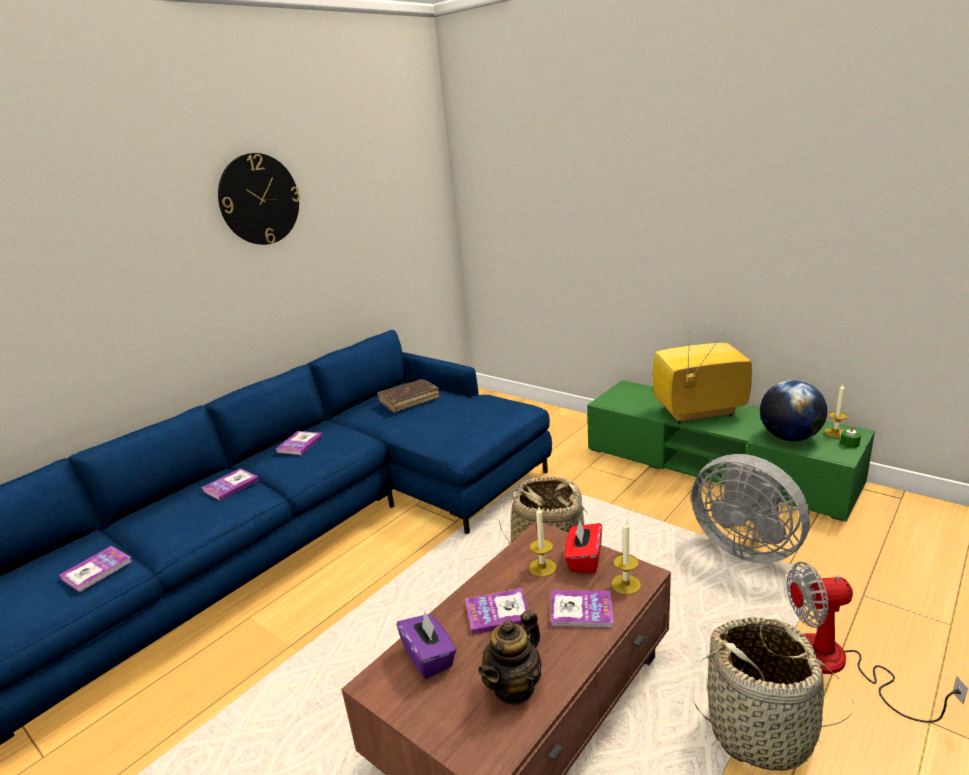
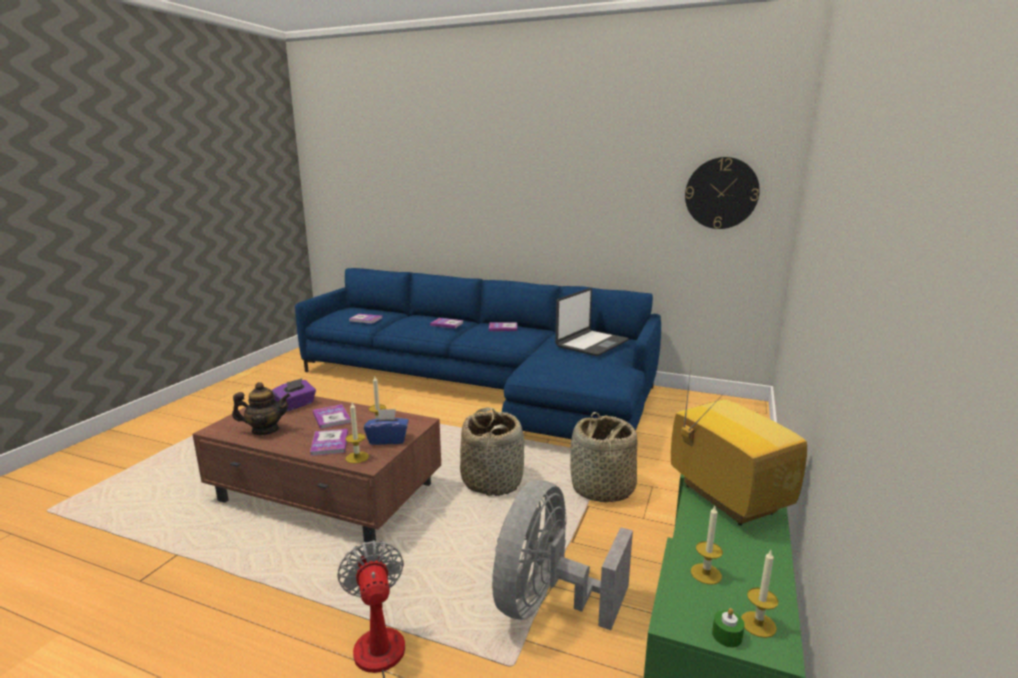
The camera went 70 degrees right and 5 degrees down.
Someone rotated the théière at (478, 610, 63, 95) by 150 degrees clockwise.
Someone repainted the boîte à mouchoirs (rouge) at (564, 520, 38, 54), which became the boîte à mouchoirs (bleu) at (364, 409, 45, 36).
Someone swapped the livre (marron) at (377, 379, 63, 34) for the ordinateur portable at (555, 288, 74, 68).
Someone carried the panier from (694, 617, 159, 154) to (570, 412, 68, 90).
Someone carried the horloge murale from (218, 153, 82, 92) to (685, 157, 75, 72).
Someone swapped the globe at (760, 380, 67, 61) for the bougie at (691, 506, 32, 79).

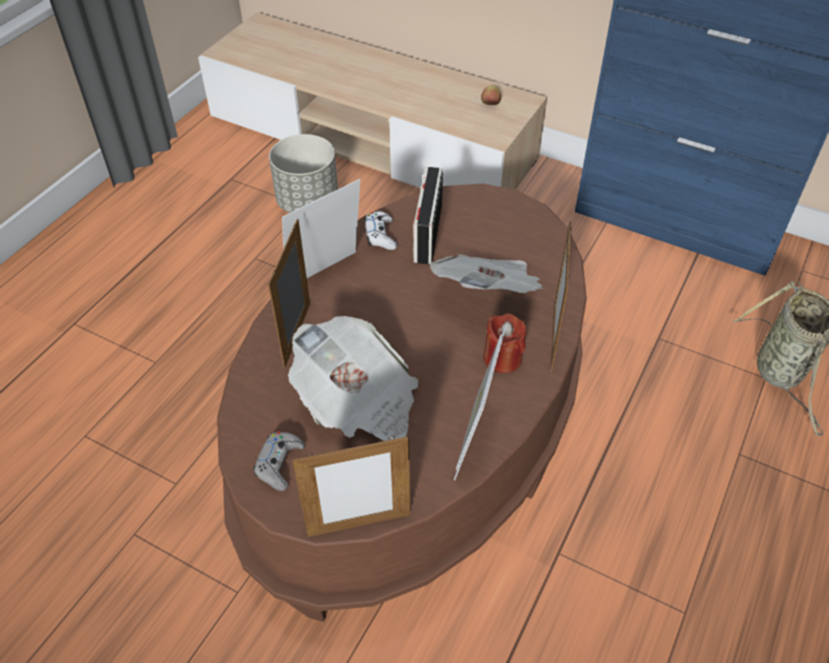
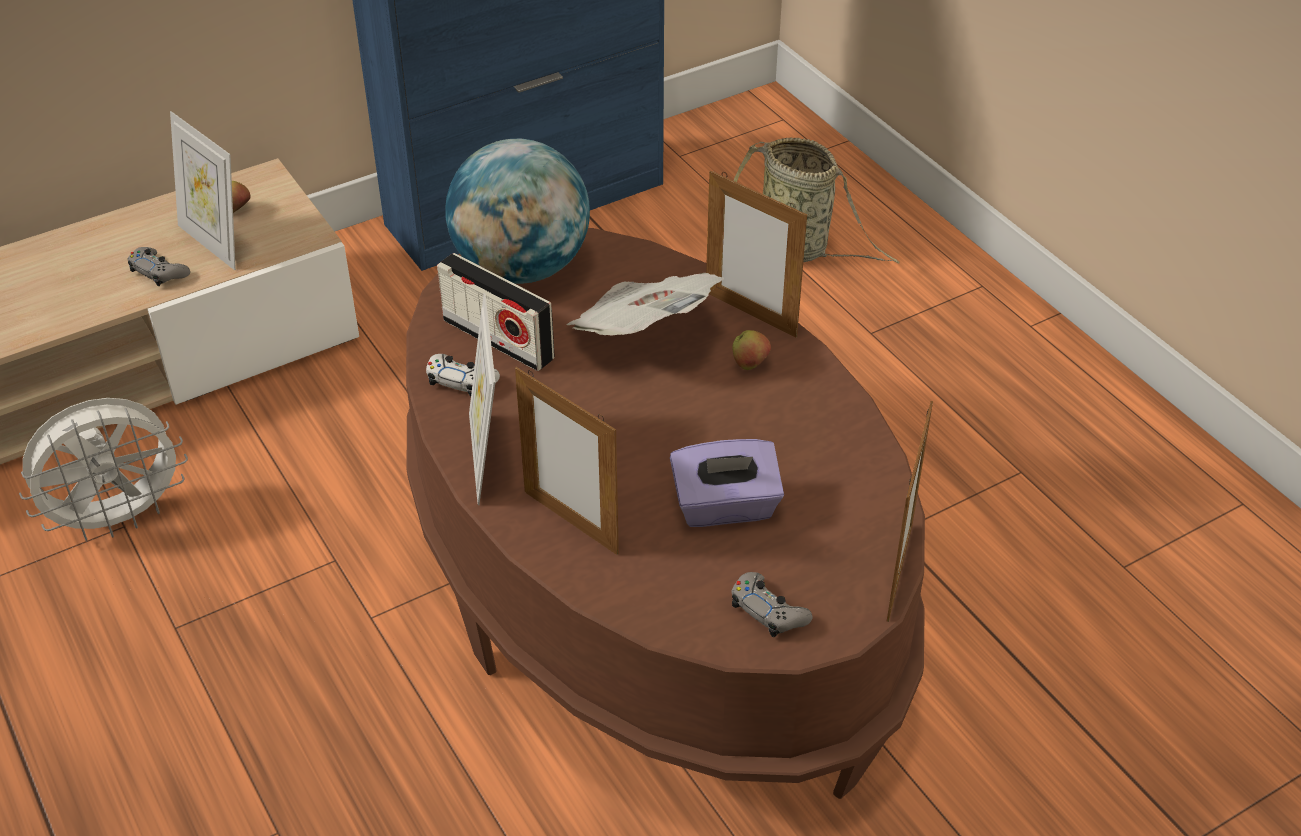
The camera went 60 degrees left and 5 degrees down.
Someone swapped the cache-pot (gris) at (269, 134, 69, 79) for the ventilateur (blanc) at (19, 398, 169, 143).
Someone put down the manette (gris) at (127, 247, 63, 39).
Someone carried the cadre photo from (454, 324, 53, 156) to (170, 111, 66, 159).
Someone put down the globe at (445, 139, 145, 145).
Someone swapped the journal at (288, 316, 131, 125) for the boîte à mouchoirs (violet) at (670, 439, 114, 88).
Someone swapped the bougie (rouge) at (483, 313, 43, 60) for the pomme at (733, 330, 38, 40).

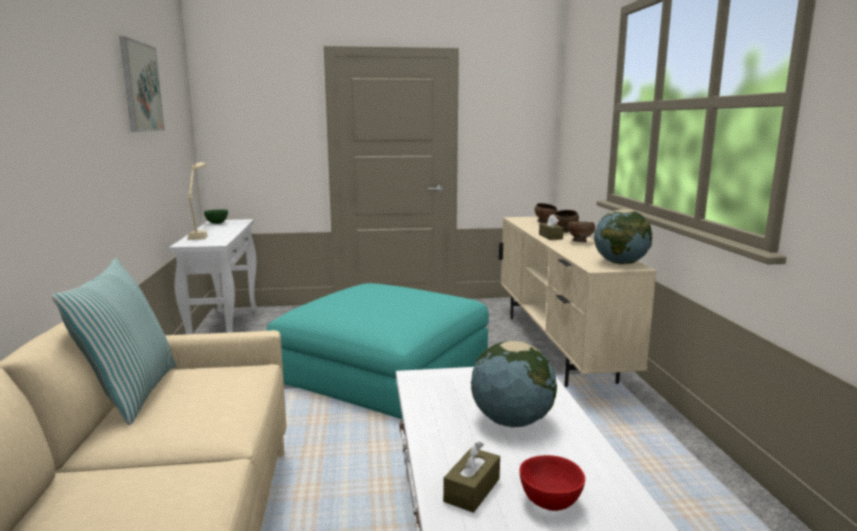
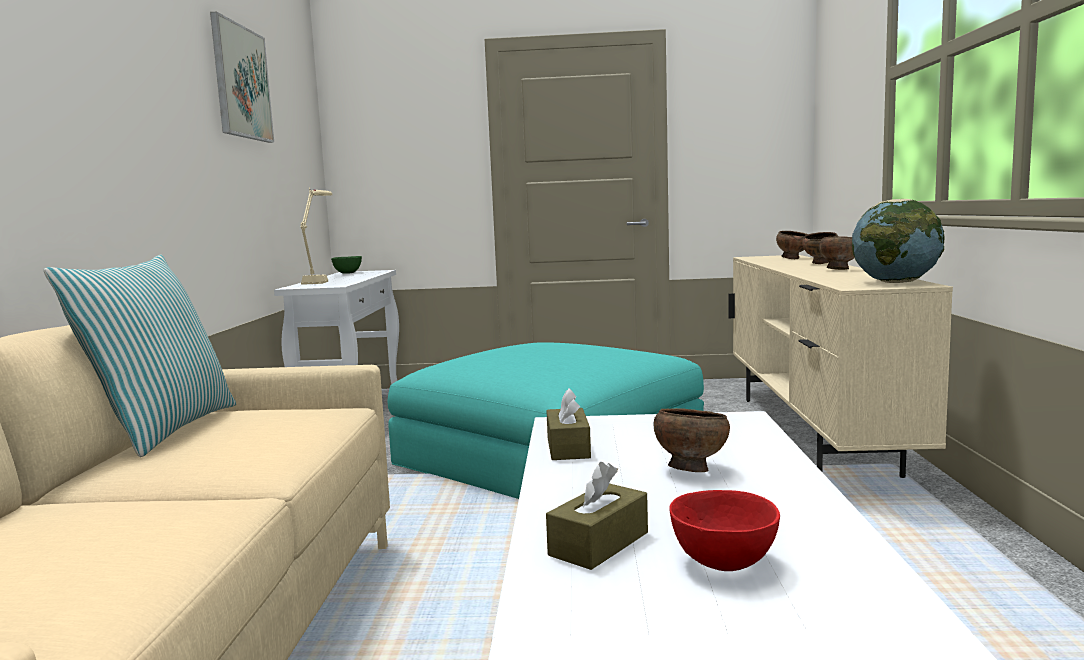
The camera went 10 degrees right and 5 degrees down.
Someone carried the boîte à mouchoirs (marron) from (539, 214, 25, 26) to (546, 388, 45, 72).
Someone swapped the globe at (471, 341, 86, 86) for the bol (marron) at (654, 408, 76, 64).

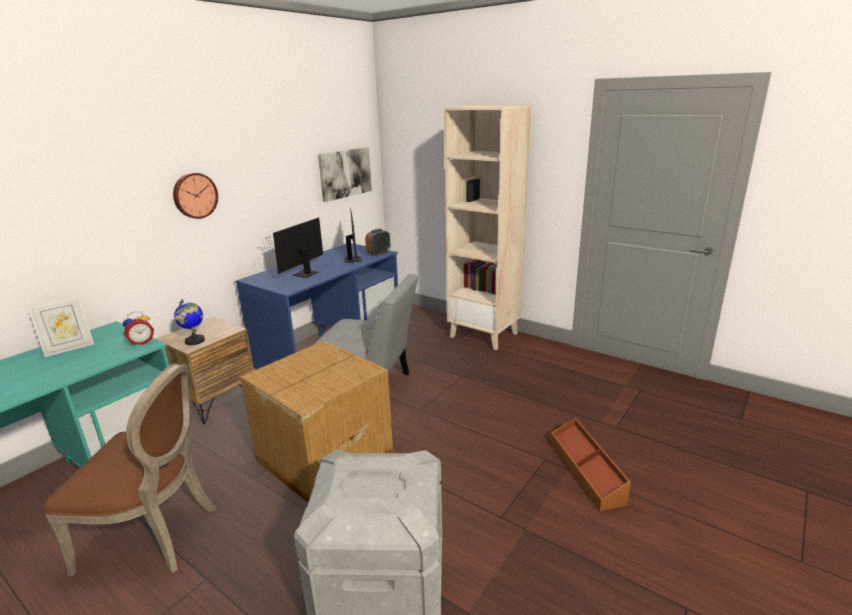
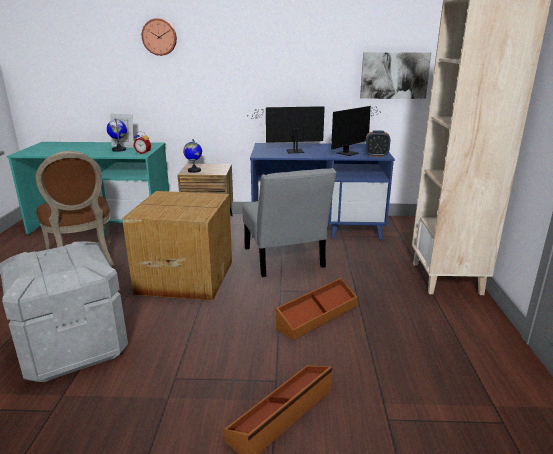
The camera went 55 degrees right and 0 degrees up.
Someone put down the globe at (107, 118, 20, 34).
Someone carried the horloge murale from (173, 173, 45, 46) to (142, 18, 35, 38).
Someone put down the boîte de rangement (marron) at (276, 278, 81, 63).

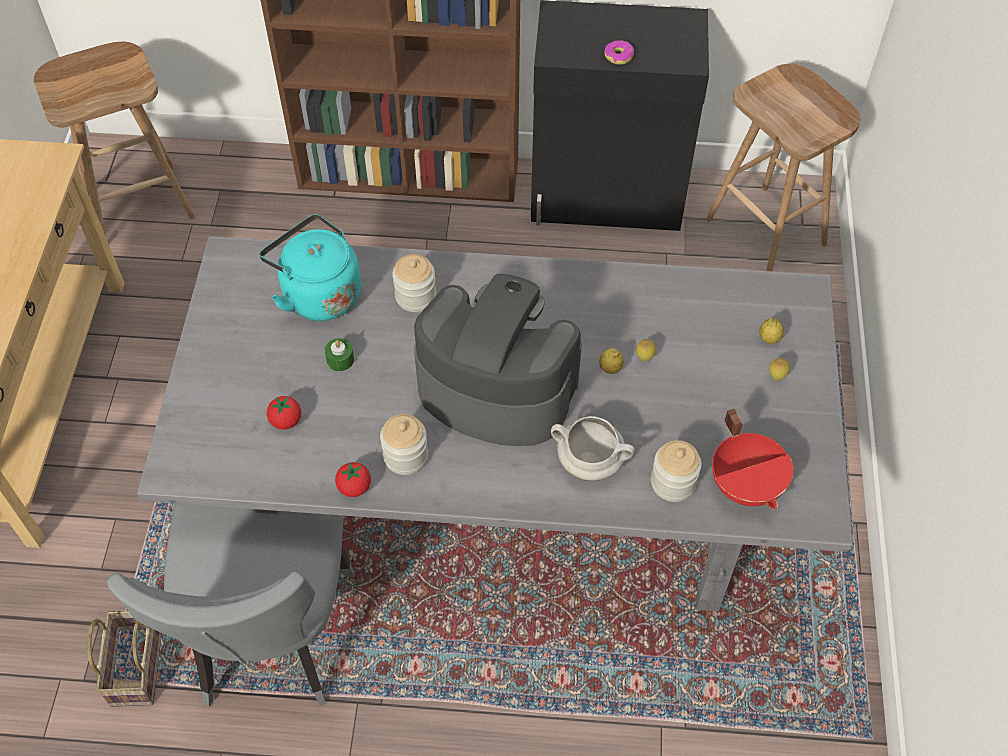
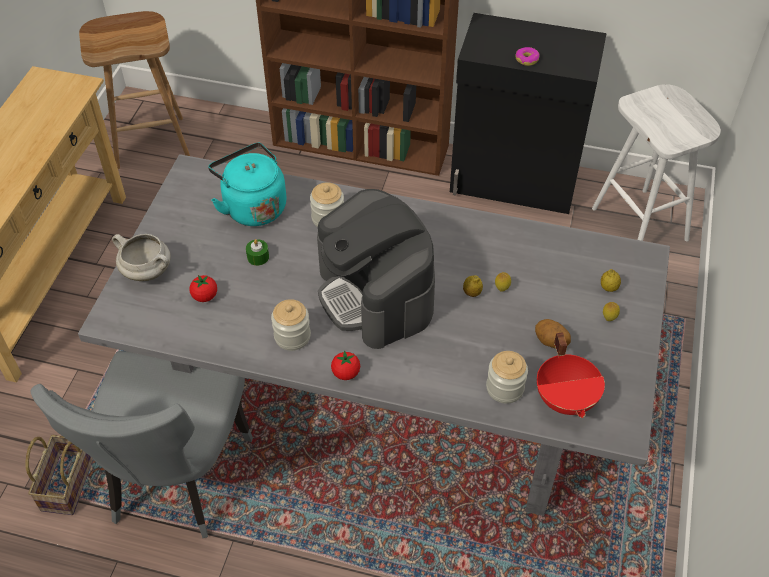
The camera went 10 degrees right and 5 degrees down.
Someone carried the marmite (blanc) from (551, 416, 84, 65) to (112, 234, 59, 47).
Someone rotated the machine à café at (414, 274, 168, 172) by 150 degrees counterclockwise.
Someone carried the tomate from (335, 462, 36, 35) to (331, 351, 29, 29).
Someone put down the pomme de terre at (535, 319, 36, 29).
Someone repainted the tabouret (marron) at (706, 64, 154, 207), which became the tabouret (blanc) at (592, 84, 129, 157).

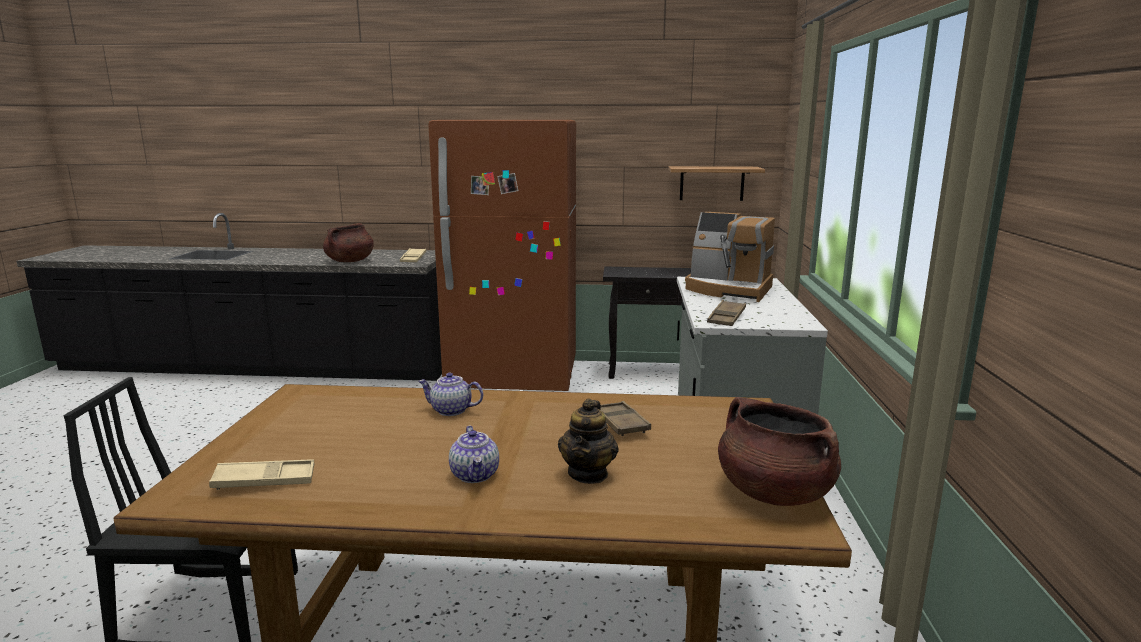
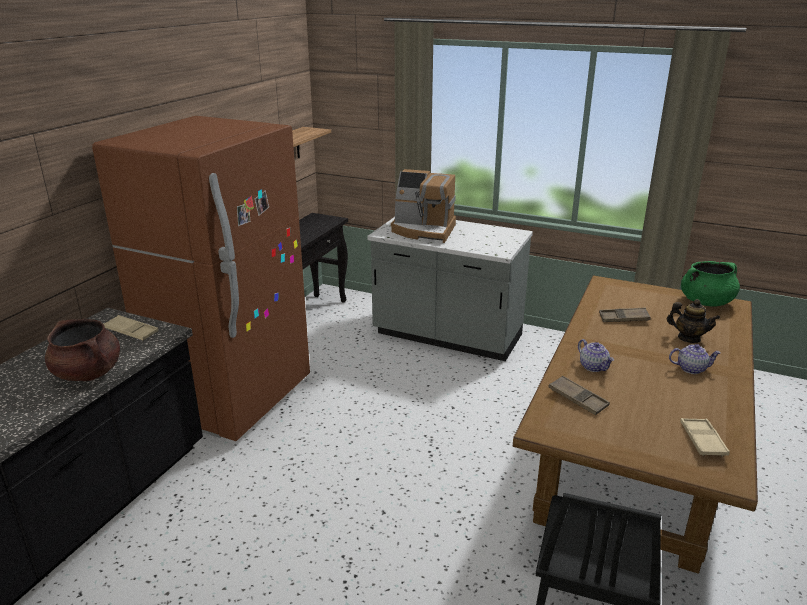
The camera went 70 degrees left and 10 degrees up.
Someone rotated the machine à café at (685, 212, 90, 90) by 60 degrees clockwise.
Someone carried the plateau (marron) from (707, 300, 39, 26) to (548, 376, 62, 39).
Someone rotated the théière at (418, 373, 65, 43) by 60 degrees counterclockwise.
Someone repainted the marmite (marron) at (718, 397, 123, 109), which became the marmite (vert) at (681, 261, 59, 46).

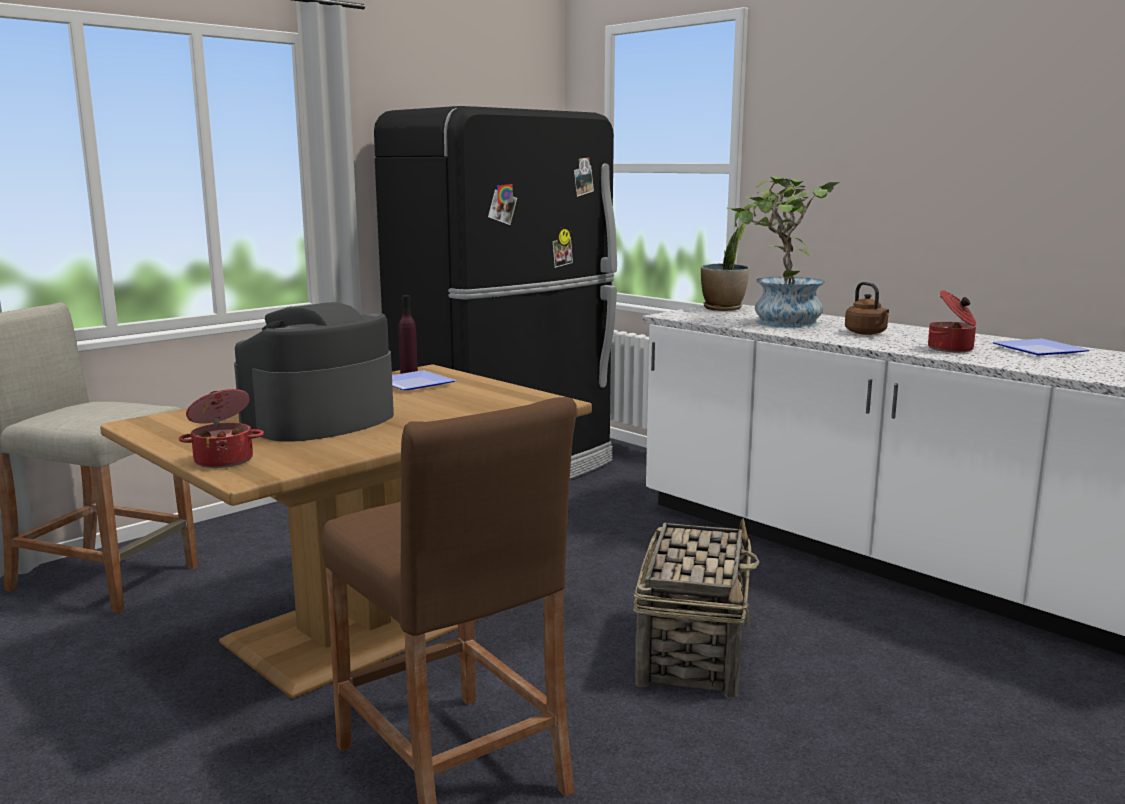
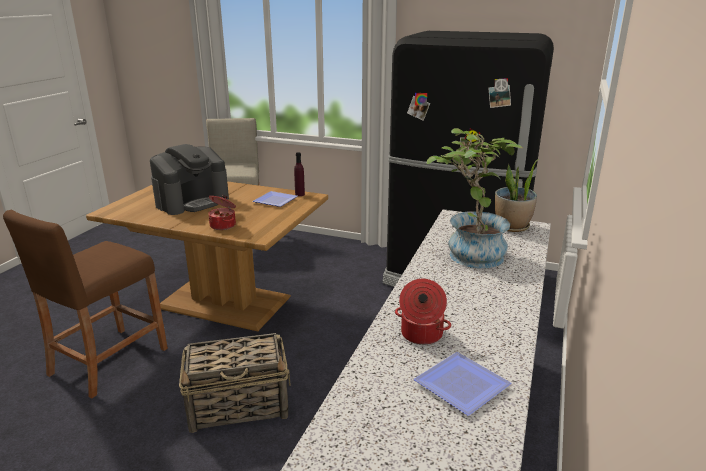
The camera went 65 degrees right and 10 degrees up.
Someone rotated the machine à café at (234, 302, 160, 140) by 120 degrees clockwise.
Someone carried the marmite from (178, 389, 86, 79) to (208, 195, 28, 35).
Someone took away the bouilloire (marron) at (845, 282, 44, 53).

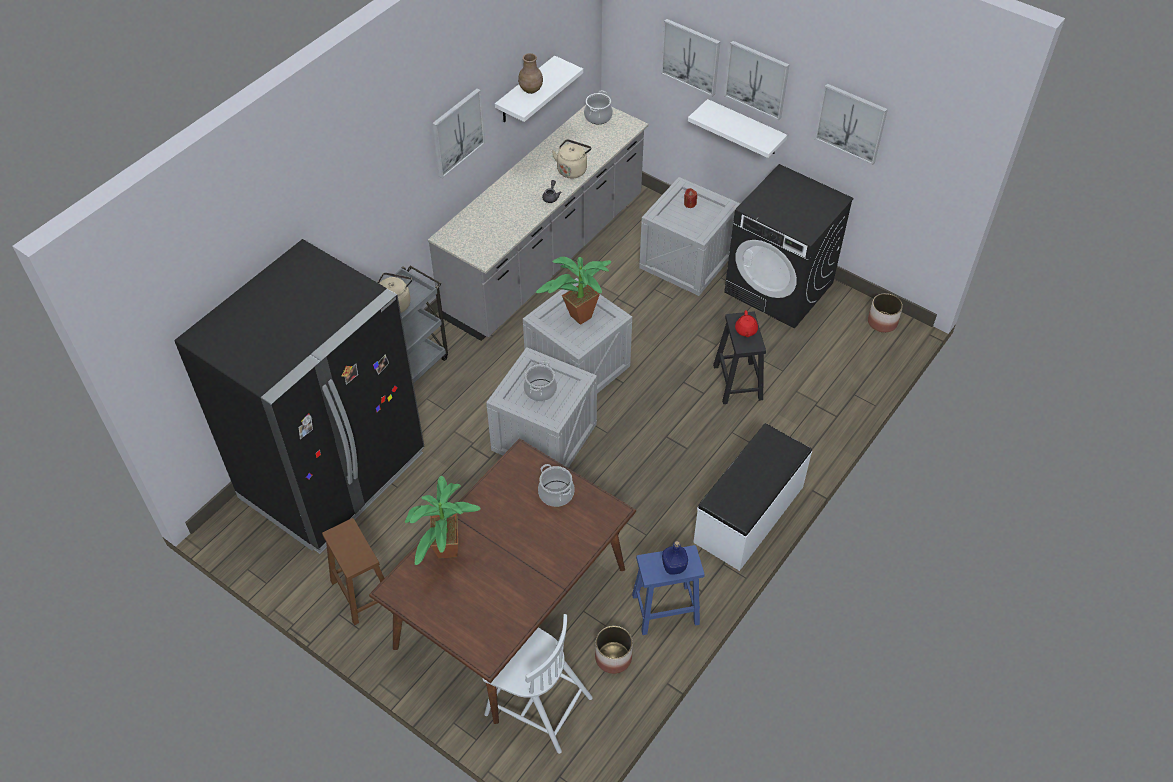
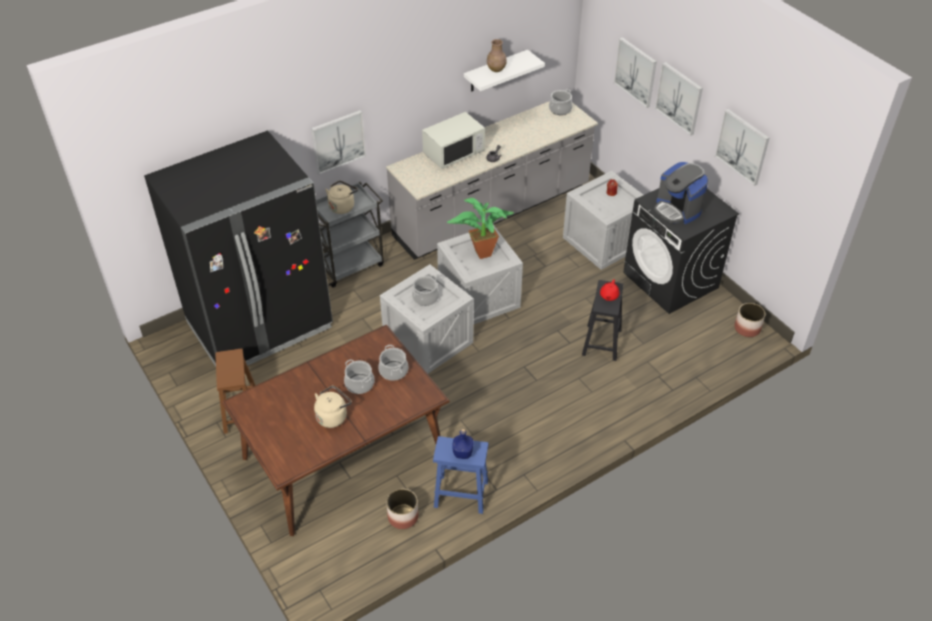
The camera went 20 degrees right and 5 degrees down.
Someone carried the tableau from (432, 89, 53, 89) to (311, 110, 55, 65).
Someone carried the bouilloire (beige) from (552, 139, 39, 39) to (314, 386, 38, 42).
Someone put down the marmite at (344, 359, 31, 35).
Someone put down the micro-ondes (blanc) at (422, 112, 63, 57).
Someone put down the machine à café at (654, 162, 54, 62).
Someone took away the plante en pot at (405, 476, 75, 89).
Someone took away the chaise (blanc) at (482, 614, 111, 140).
Someone took away the étagère (blanc) at (688, 99, 100, 59).
Someone took away the banc (blanc) at (693, 423, 119, 148).

